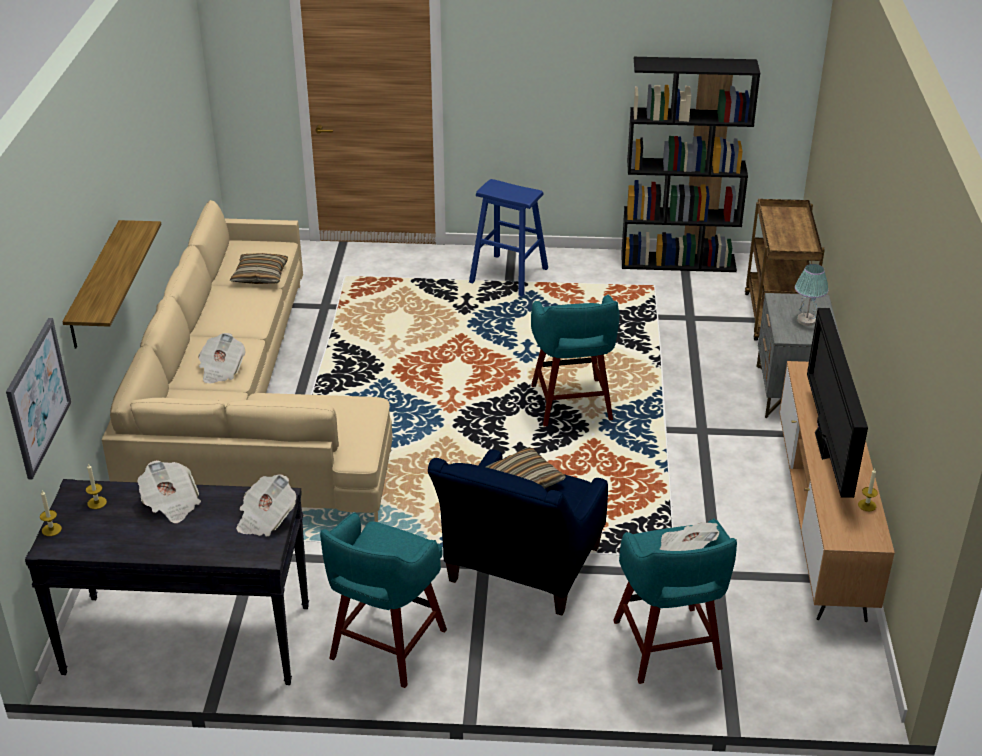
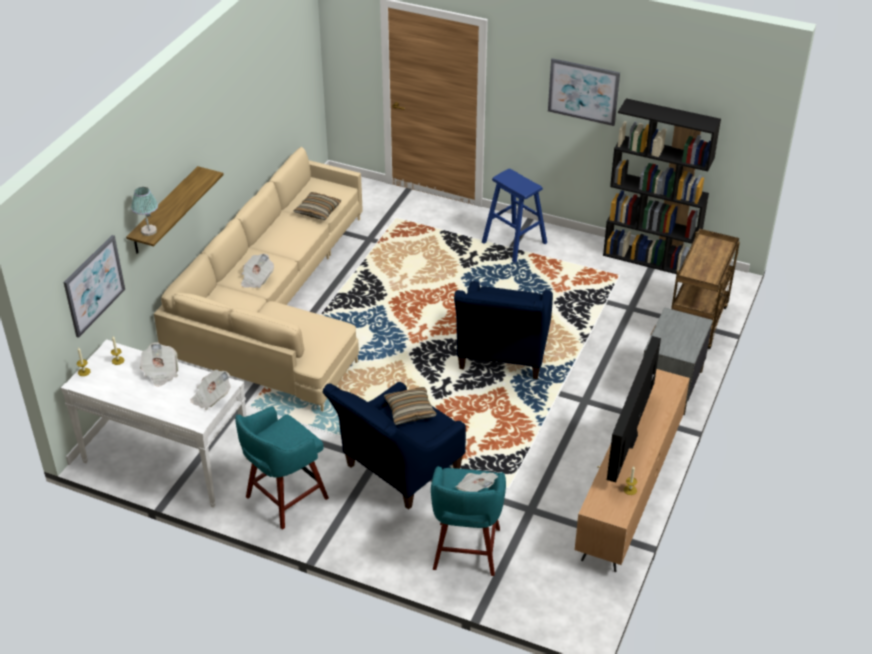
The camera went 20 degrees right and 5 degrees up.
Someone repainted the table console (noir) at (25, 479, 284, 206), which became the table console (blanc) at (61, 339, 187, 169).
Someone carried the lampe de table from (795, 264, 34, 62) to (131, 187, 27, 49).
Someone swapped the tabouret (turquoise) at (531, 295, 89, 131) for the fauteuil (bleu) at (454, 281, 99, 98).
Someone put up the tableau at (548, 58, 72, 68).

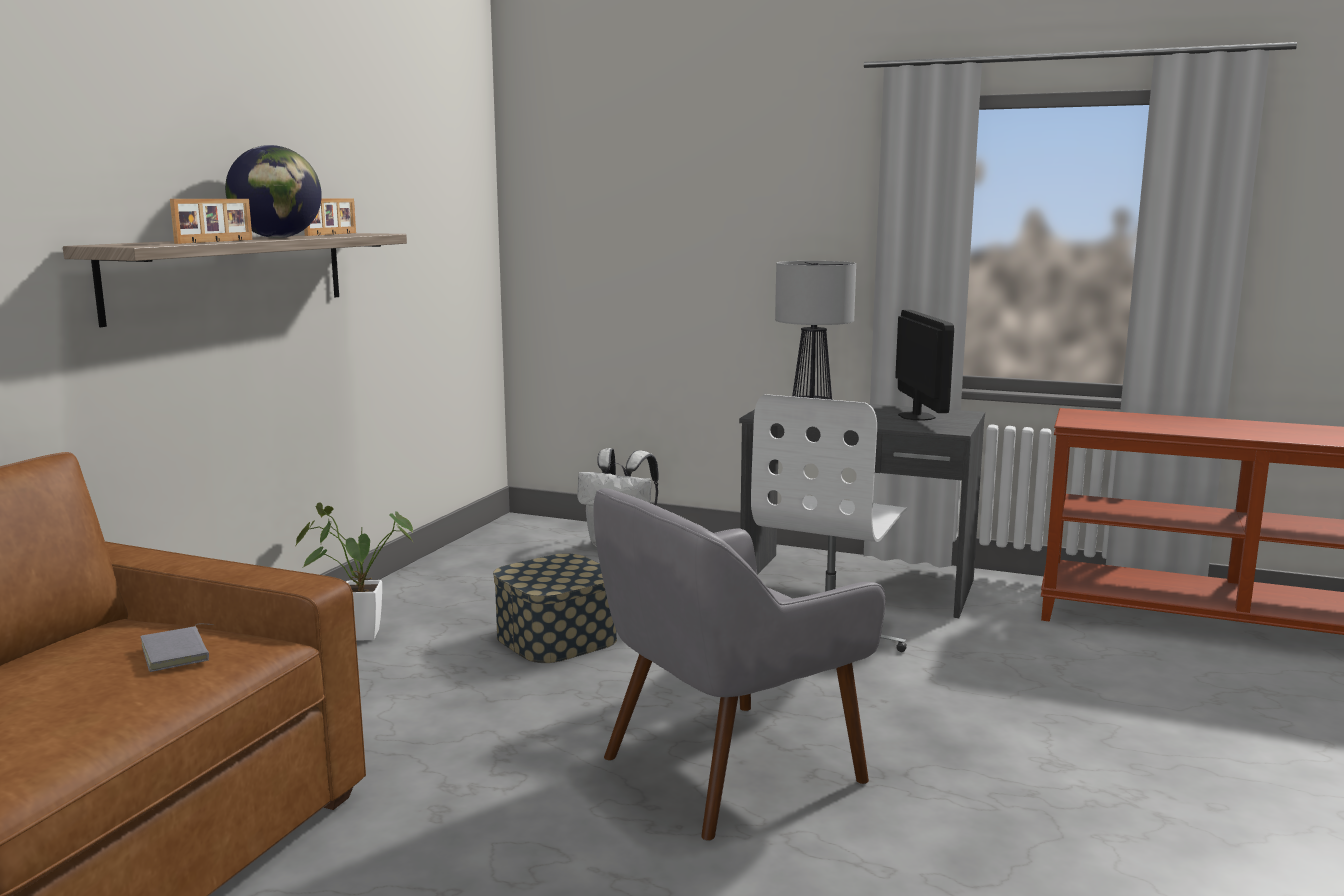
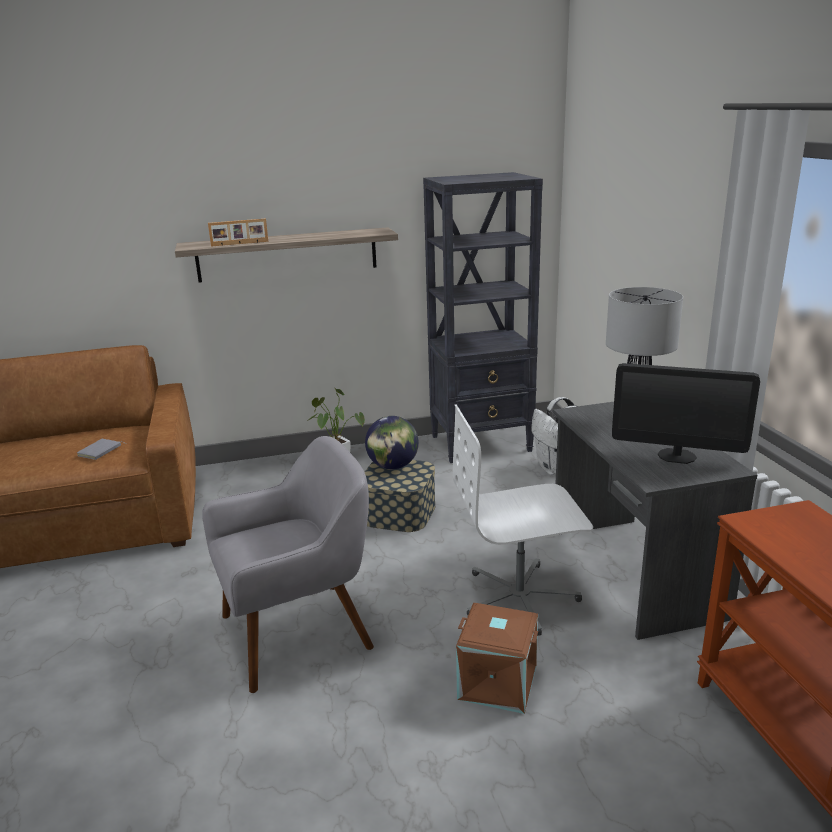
The camera went 55 degrees right and 10 degrees up.
Someone rotated the fauteuil (gris) at (593, 488, 292, 353) by 135 degrees clockwise.
Someone carried the globe from (225, 145, 97, 93) to (365, 416, 54, 53).
Someone put down the bibliothèque (noir) at (423, 172, 120, 291).
Someone put down the boîte de rangement (marron) at (456, 603, 82, 111).
Someone rotated the écran d'ordinateur at (895, 310, 59, 111) by 60 degrees clockwise.
Someone took away the cadre photo at (304, 199, 52, 37).

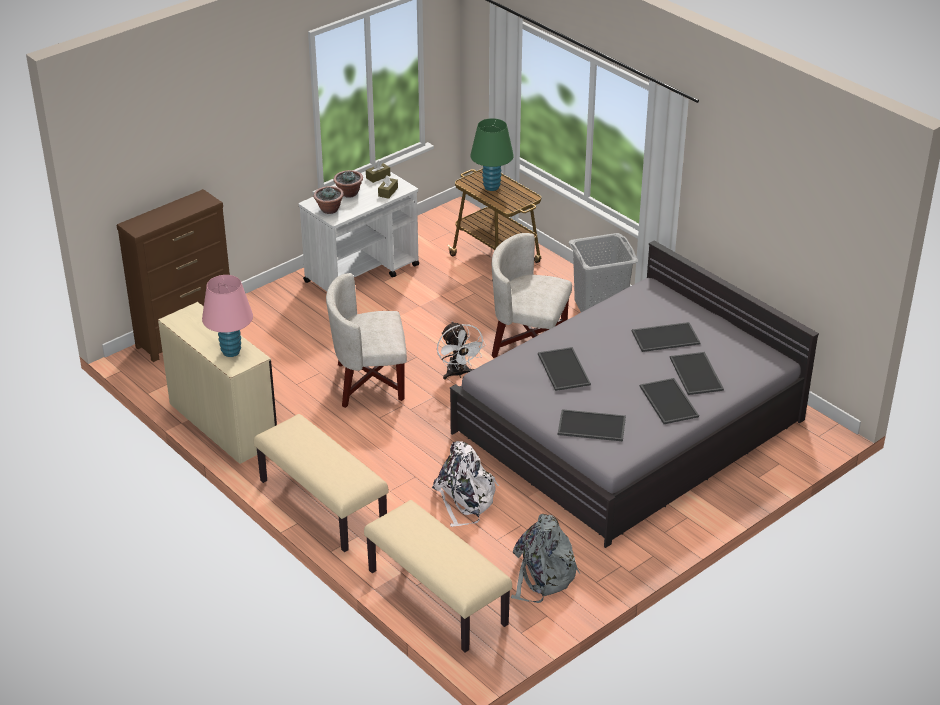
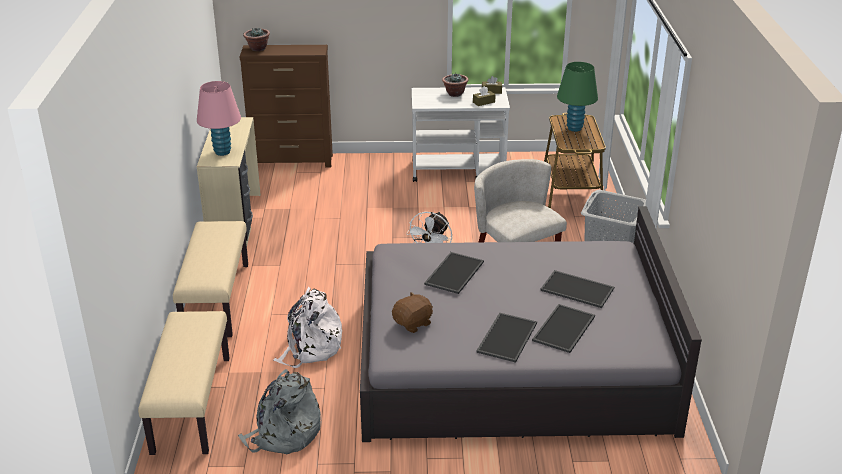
The camera went 40 degrees right and 5 degrees down.
Someone carried the plante en pot from (313, 186, 31, 28) to (243, 27, 27, 24).
Someone swapped the plateau at (558, 409, 68, 32) for the peluche (marron) at (392, 292, 41, 41).
Someone took away the fauteuil (blanc) at (326, 273, 81, 135).

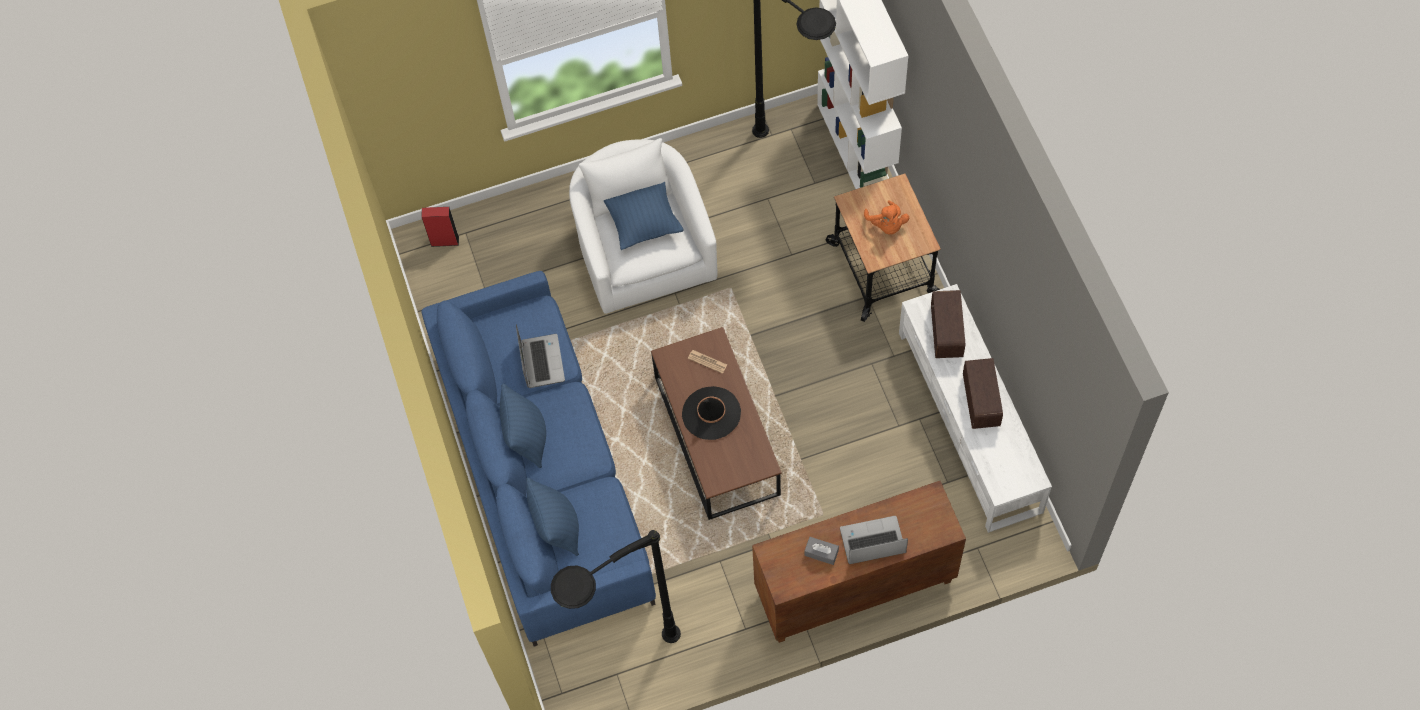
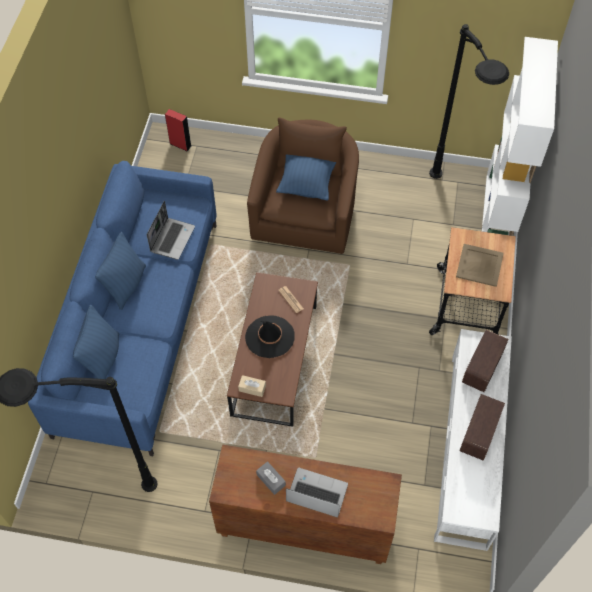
The camera went 25 degrees right and 5 degrees down.
Someone put down the boîte à mouchoirs (beige) at (238, 375, 28, 22).
Someone repainted the fauteuil (blanc) at (569, 138, 149, 176), which became the fauteuil (marron) at (247, 117, 112, 137).
Someone swapped the peluche (orange) at (864, 200, 45, 35) for the plateau (beige) at (456, 244, 48, 43).

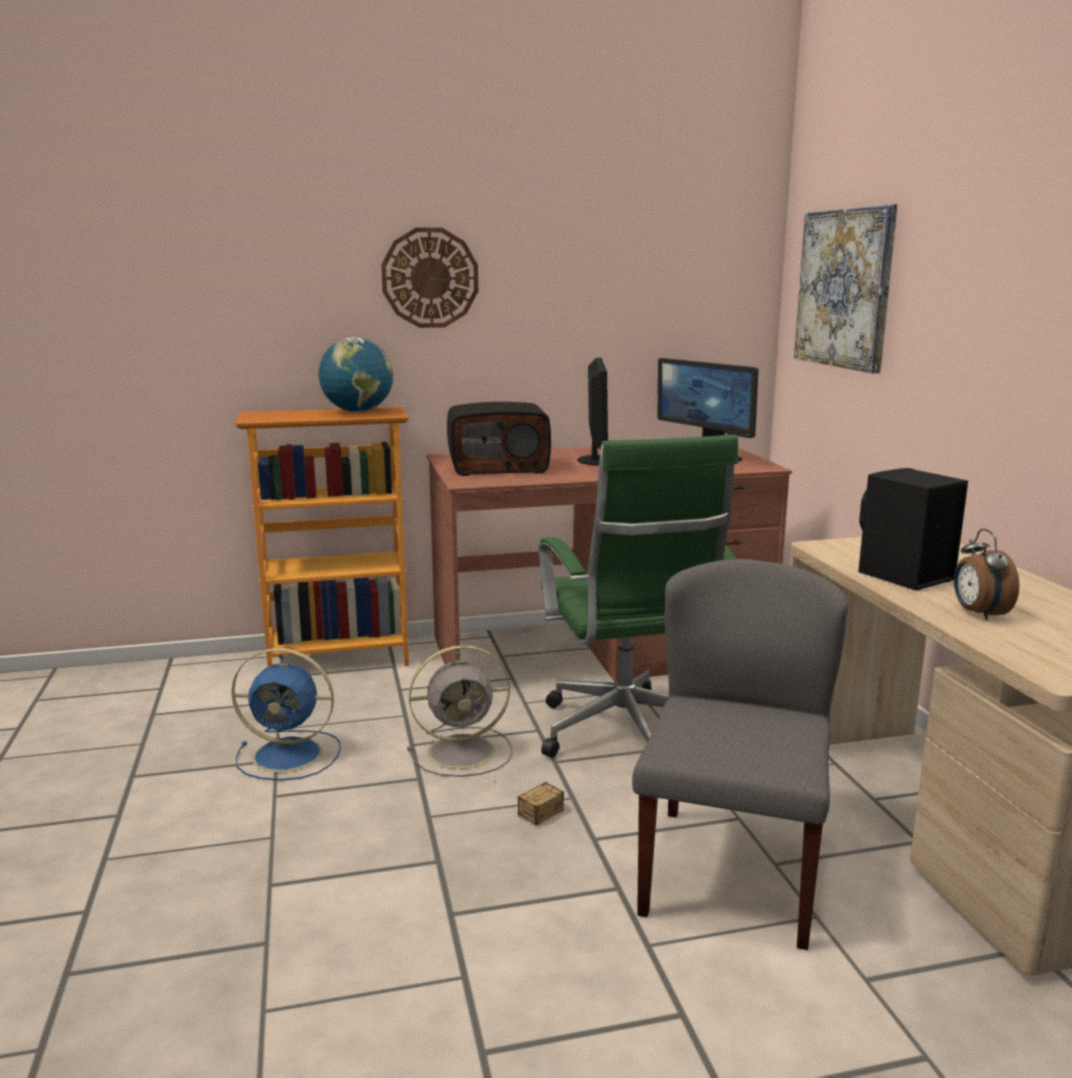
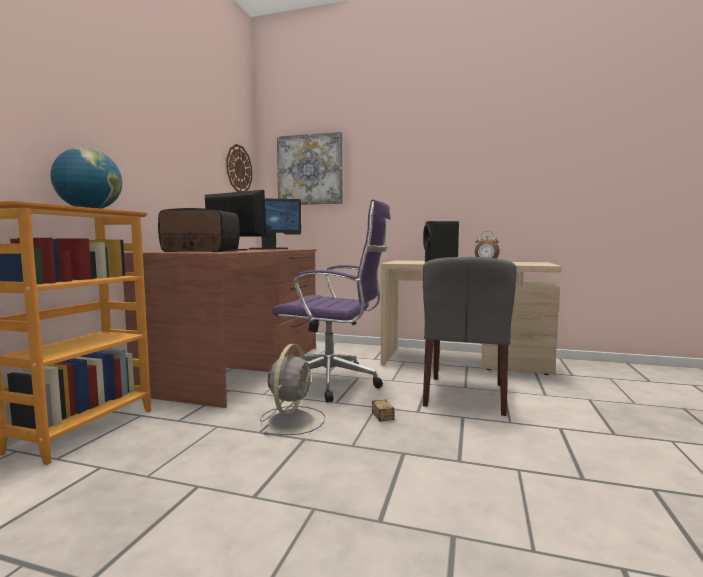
The camera went 60 degrees left and 10 degrees down.
Someone rotated the radio at (447, 402, 104, 74) by 105 degrees counterclockwise.
Someone carried the horloge murale from (381, 228, 97, 100) to (226, 144, 26, 48).
Someone repainted the chaise de bureau (vert) at (539, 435, 199, 323), which became the chaise de bureau (violet) at (272, 199, 119, 204).
Someone rotated the chaise (gris) at (632, 559, 217, 391) by 120 degrees counterclockwise.
Someone took away the ventilateur (bleu) at (231, 648, 110, 132).

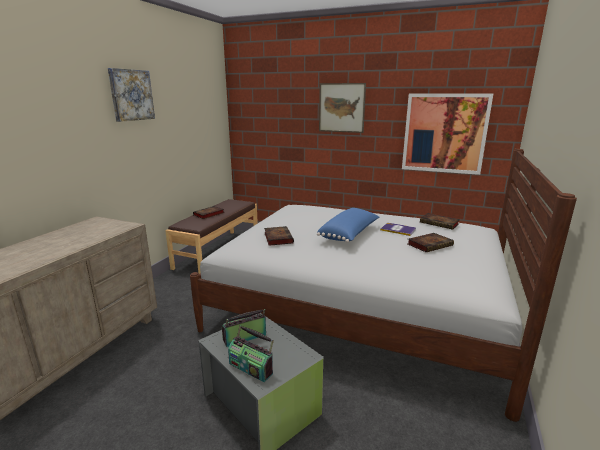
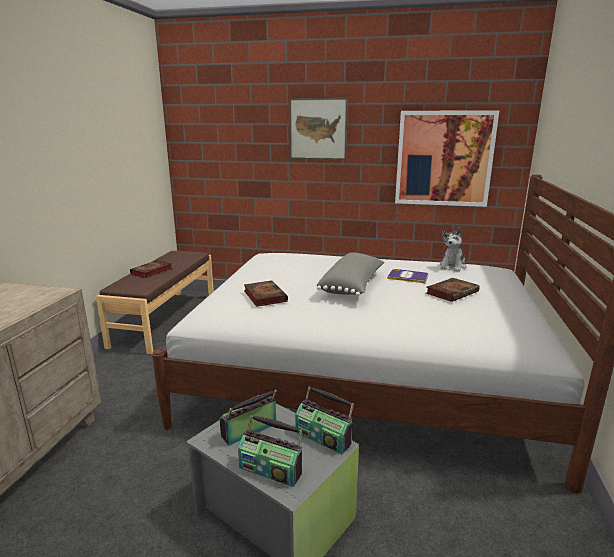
The camera went 10 degrees left and 0 degrees up.
Someone put down the radio at (296, 386, 58, 69).
Someone repainted the coussin (bleu) at (317, 208, 62, 35), which became the coussin (gris) at (316, 253, 69, 43).
Someone swapped the livre at (420, 213, 40, 17) for the peluche at (440, 228, 27, 44).
Someone took away the tableau at (108, 68, 47, 54).

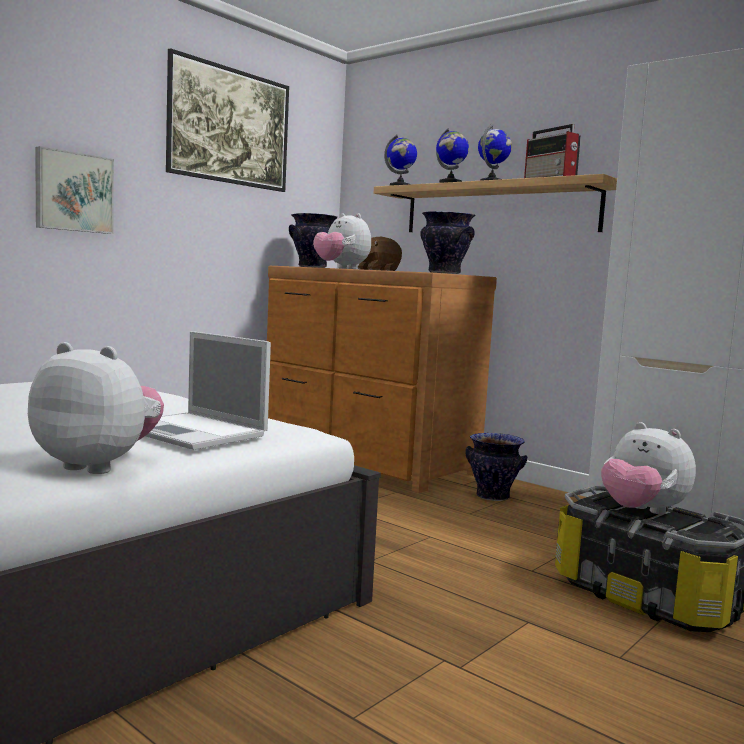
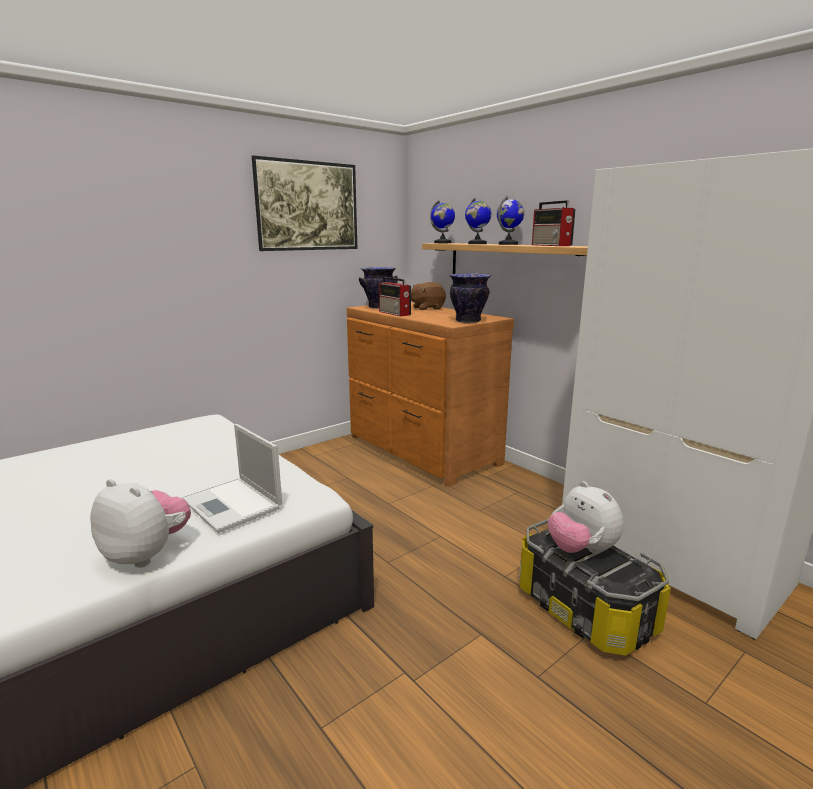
The camera went 10 degrees right and 10 degrees up.
Someone swapped the peluche at (313, 213, 58, 56) for the radio at (379, 277, 32, 39).
Someone took away the tableau at (35, 146, 79, 88).
Someone took away the vase at (466, 433, 61, 68).

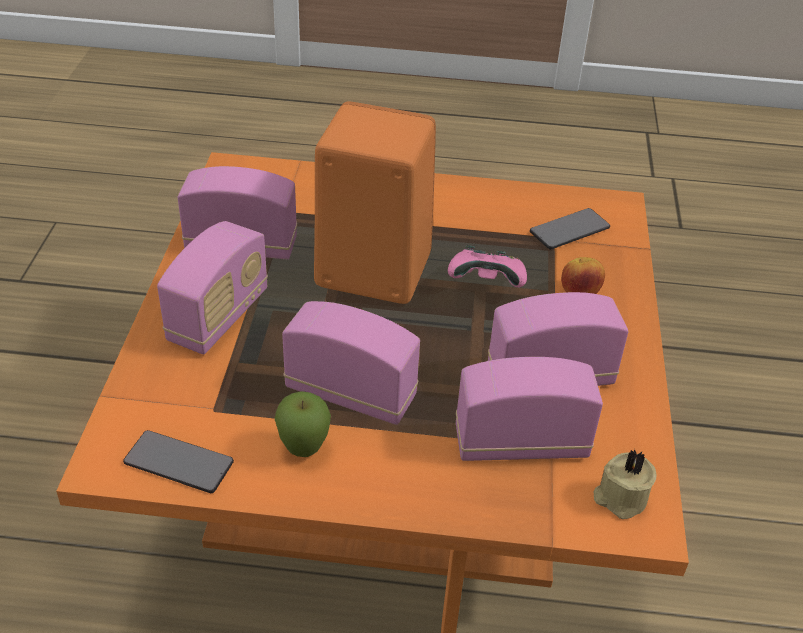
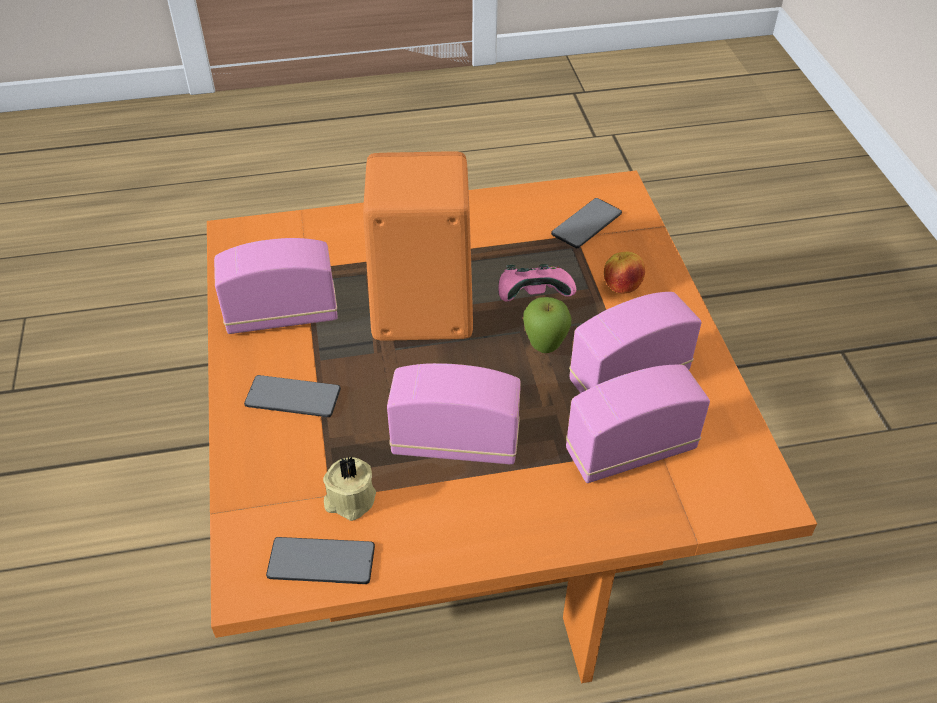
The camera went 15 degrees left and 5 degrees up.
Someone swapped the radio at (157, 221, 111, 133) for the téléphone at (244, 375, 97, 42).
Someone carried the bougie (beige) from (594, 449, 63, 70) to (323, 455, 53, 66).
Someone carried the pomme from (275, 391, 56, 66) to (523, 297, 48, 56).

